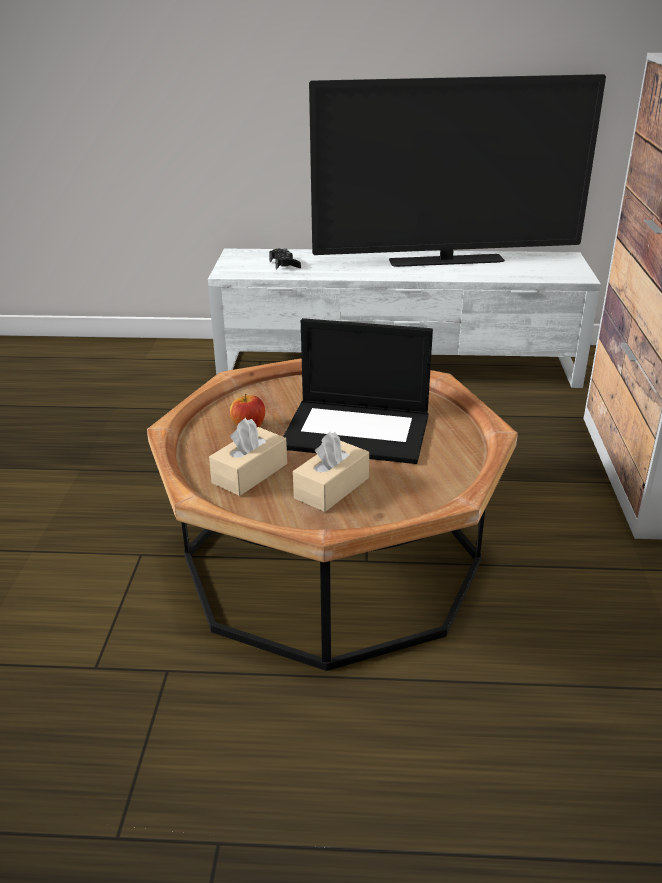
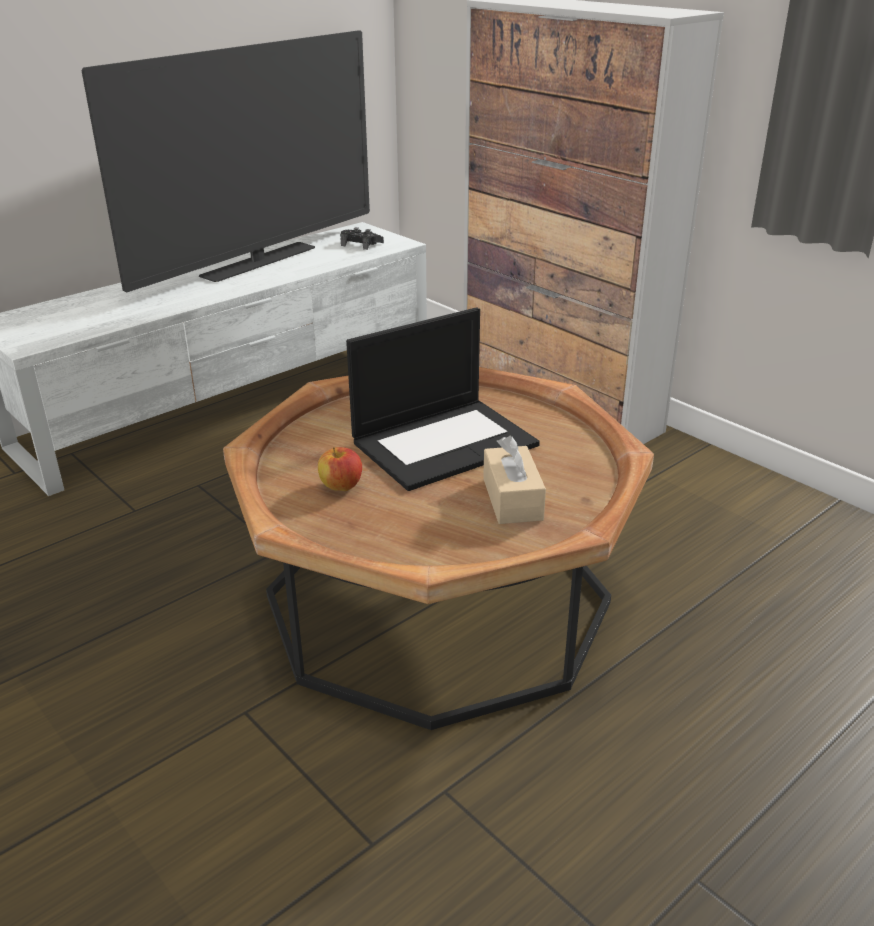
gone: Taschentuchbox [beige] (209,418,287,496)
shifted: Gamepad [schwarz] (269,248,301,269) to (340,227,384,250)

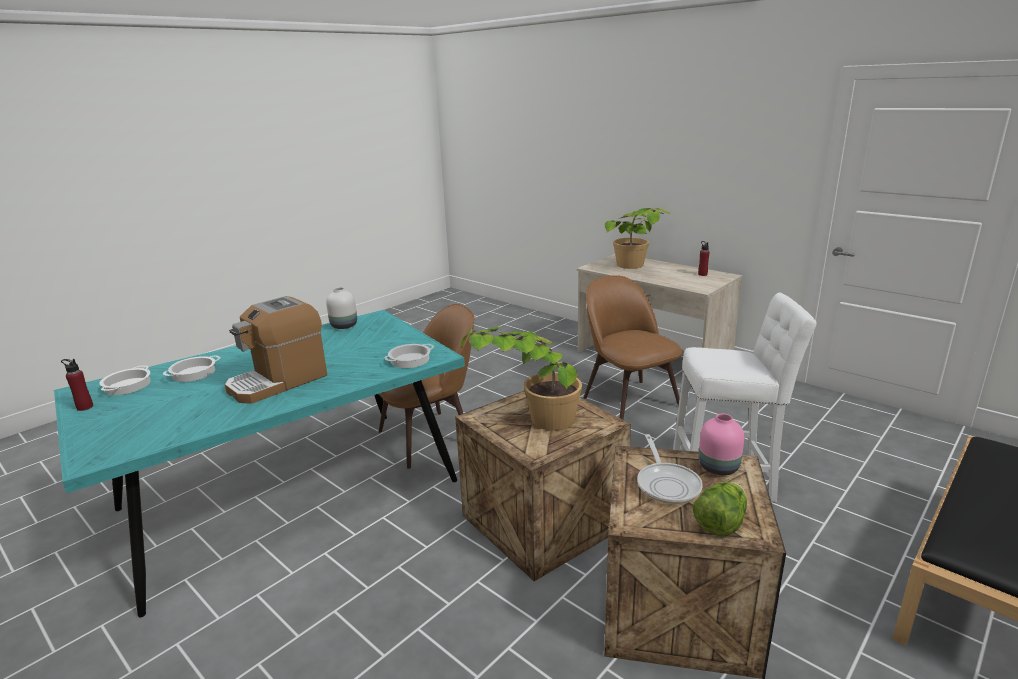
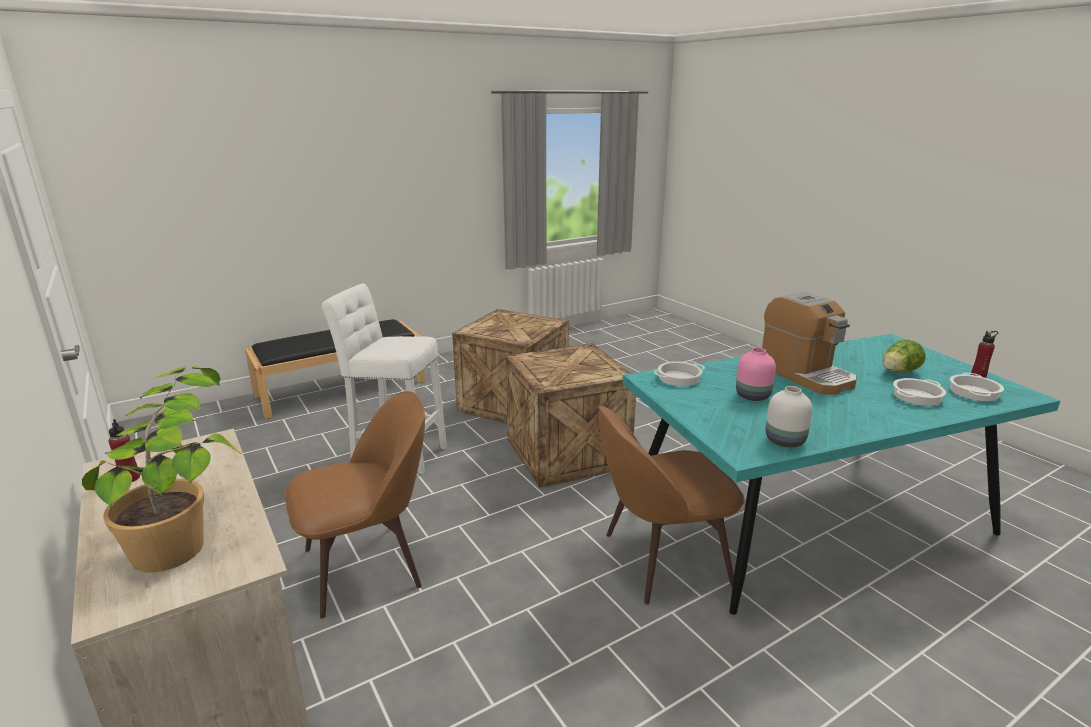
gone: Topfpflanze (461,327,582,431); Pfanne (637,434,703,504)
shifted: Vase [rosa] (699,413,744,475) to (736,347,776,401); Salatkopf (693,482,747,536) to (883,340,926,372)
rotated: Stuhl [braun] (583,275,683,420) = (284,391,425,619) 105 degrees counterclockwise; Kaffeemaschine (225,296,327,404) = (762,292,857,395) 90 degrees clockwise

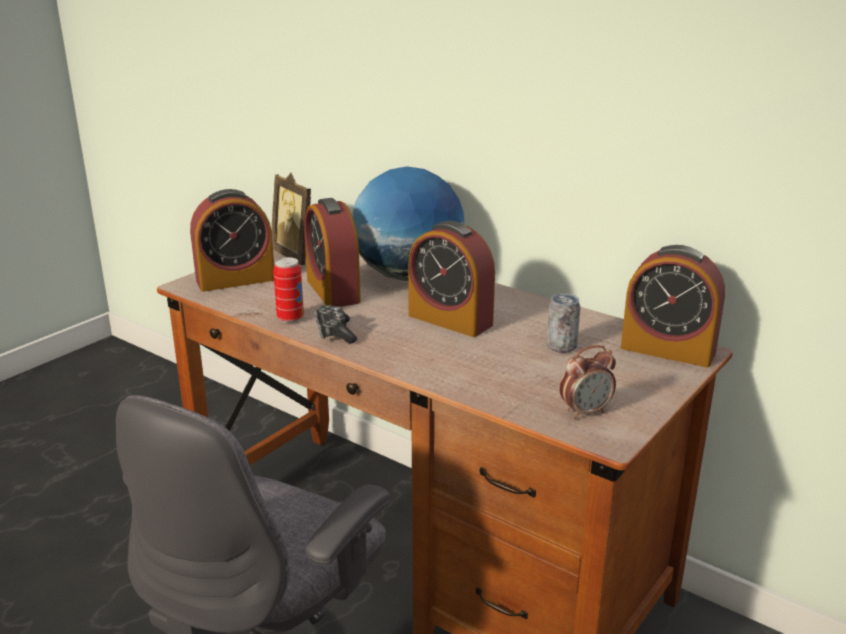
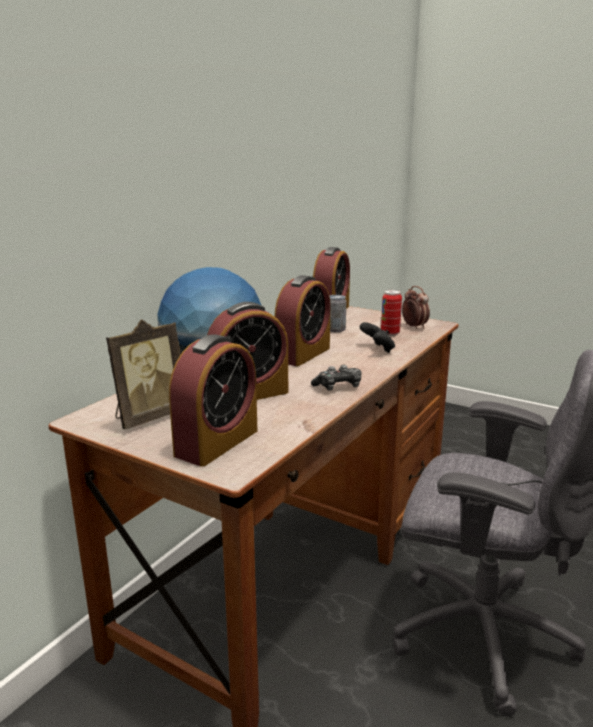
new: Gamepad [schwarz] (360,322,395,353)
shifted: Dose (273,257,304,323) to (381,290,402,336)
rotated: Wecker (190,189,274,292) = (169,334,257,467) 60 degrees clockwise

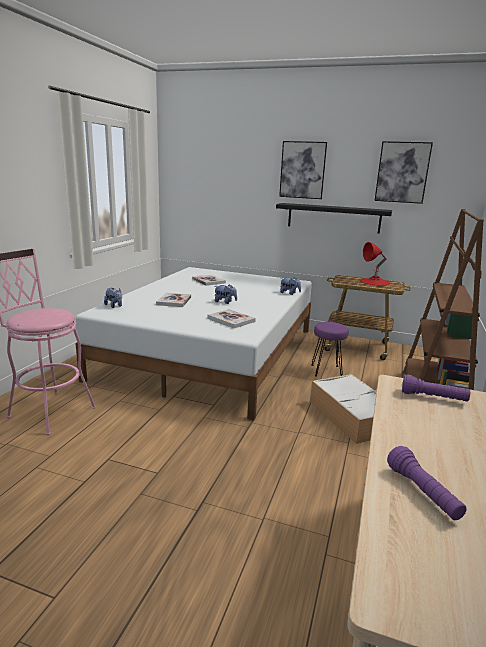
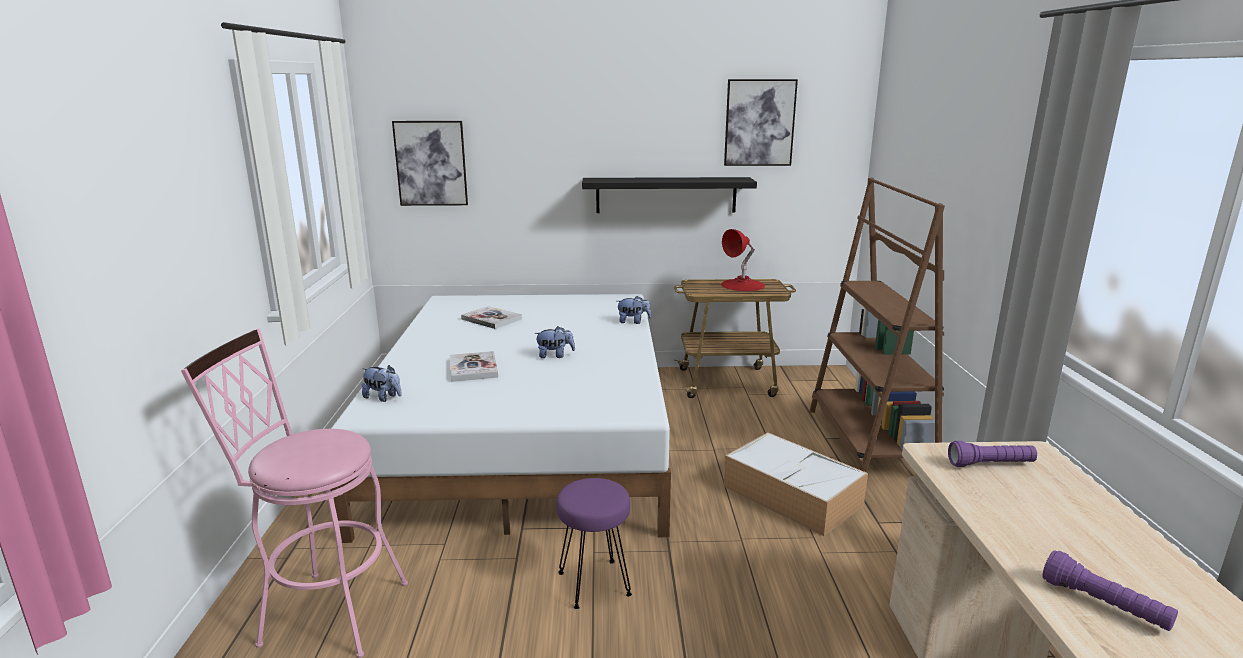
gone: Buch (208,309,256,328)
shifted: Bild (279,141,327,199) to (392,121,468,206); Hocker [lila] (311,322,349,377) to (557,478,632,609)

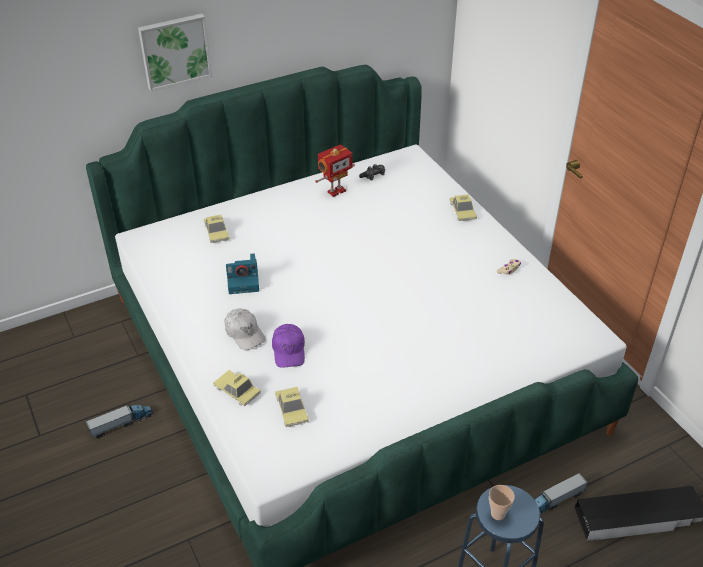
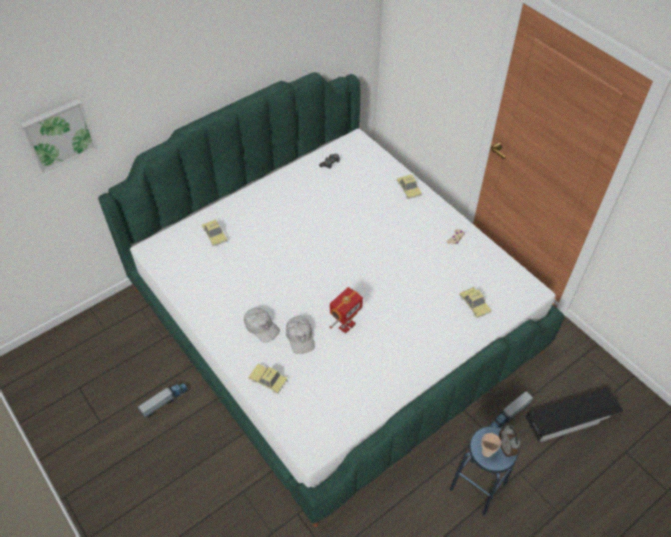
gone: Kamera (226,254,259,294)
new: Wecker (499,425,521,457)
shifted: Bild (138,14,212,91) to (20,99,97,173); Spielzeugroboter (315,144,355,197) to (329,287,363,334); Spielzeugauto (275,387,309,427) to (459,287,492,318)
repainted: Kappe [lila] (272,324,305,368) to Kappe [weiß] (286,316,315,354)

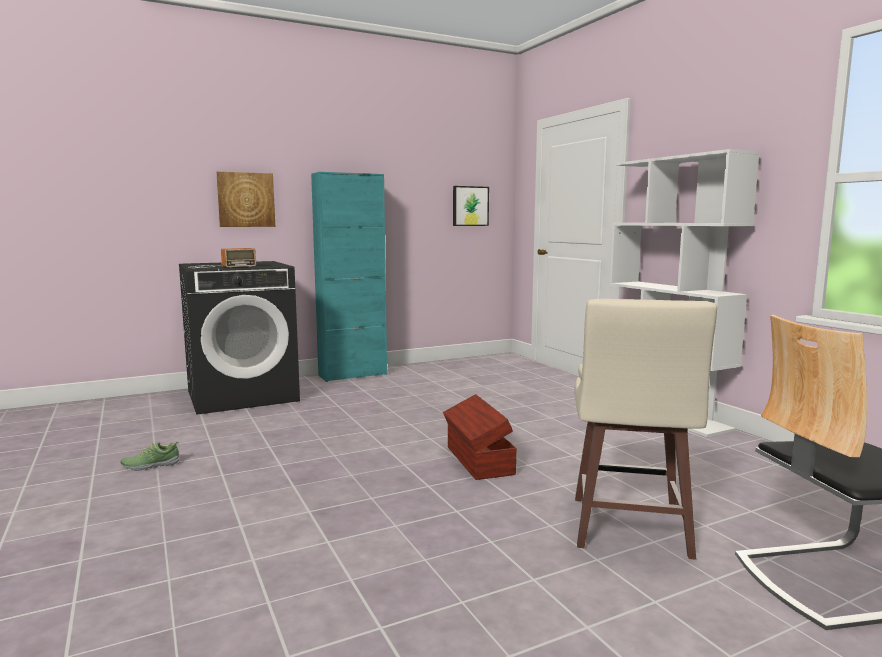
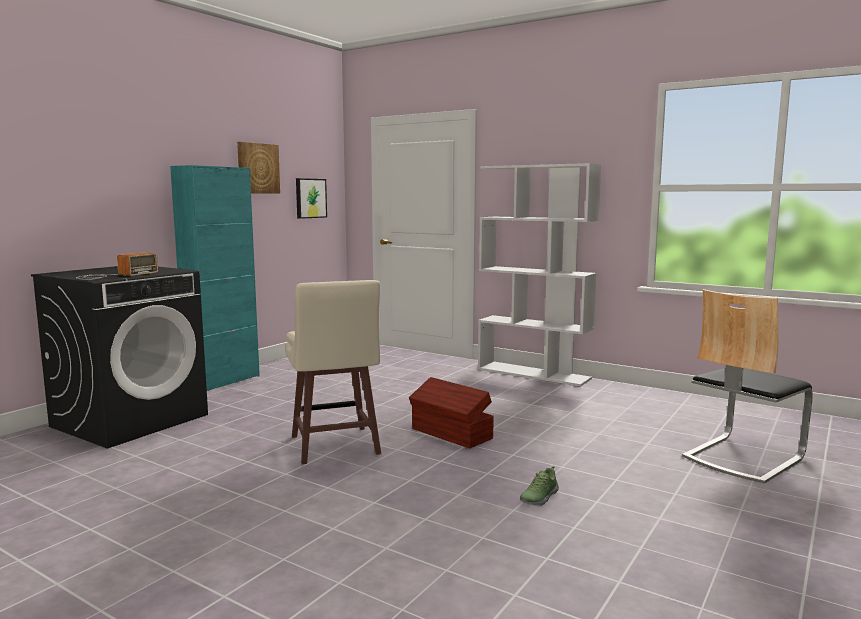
shifted: Bild (216,172,275,227) to (237,142,280,194); Hocker [beige] (575,299,717,560) to (285,280,381,464); Schuh (120,442,180,471) to (520,466,559,506)

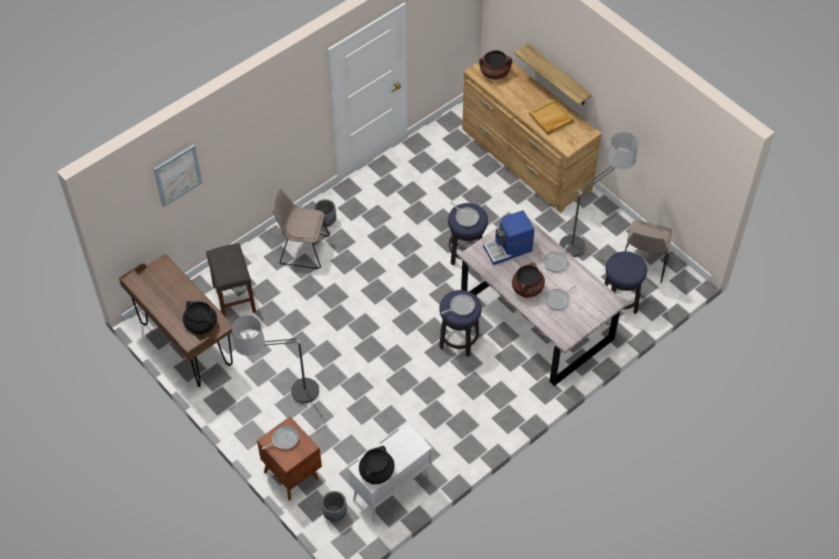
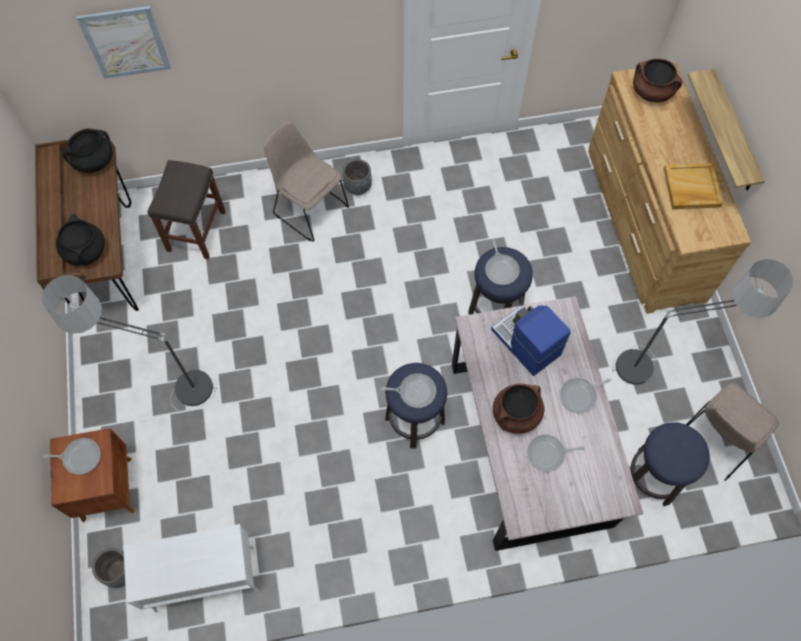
shifted: Kochtopf [schwarz] (359,446,395,485) to (62,128,113,173)
rotated: Kaffeemaschine (483,210,534,265) = (491,305,571,376) 45 degrees clockwise

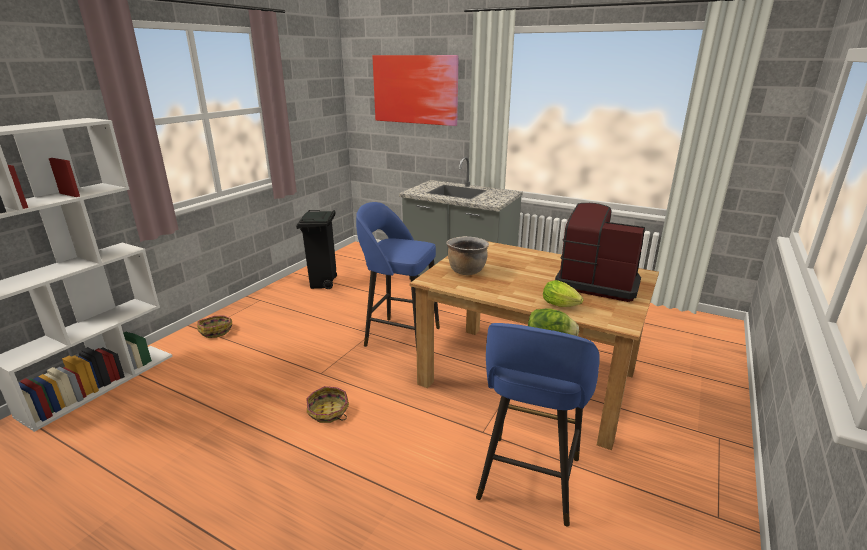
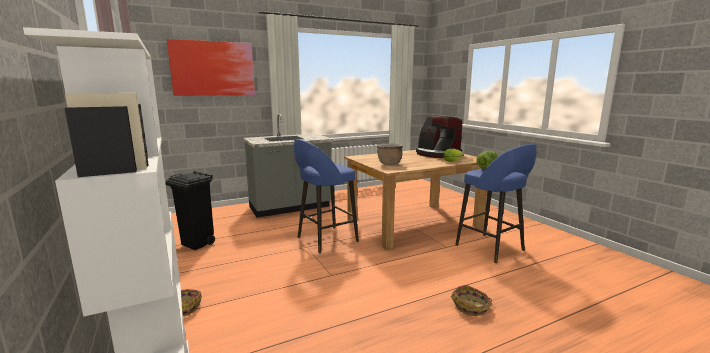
shifted: Korb (306,386,349,423) to (451,285,492,316)
rotated: Kaffeemaschine (555,203,645,302) = (416,115,463,158) 105 degrees counterclockwise

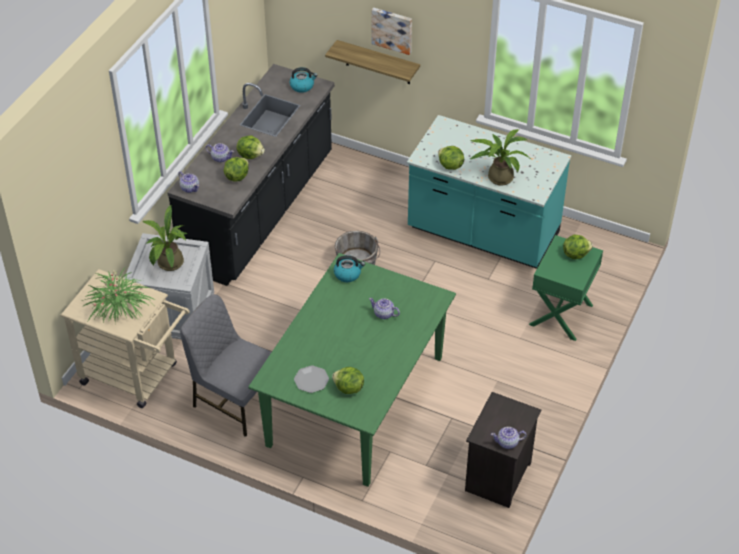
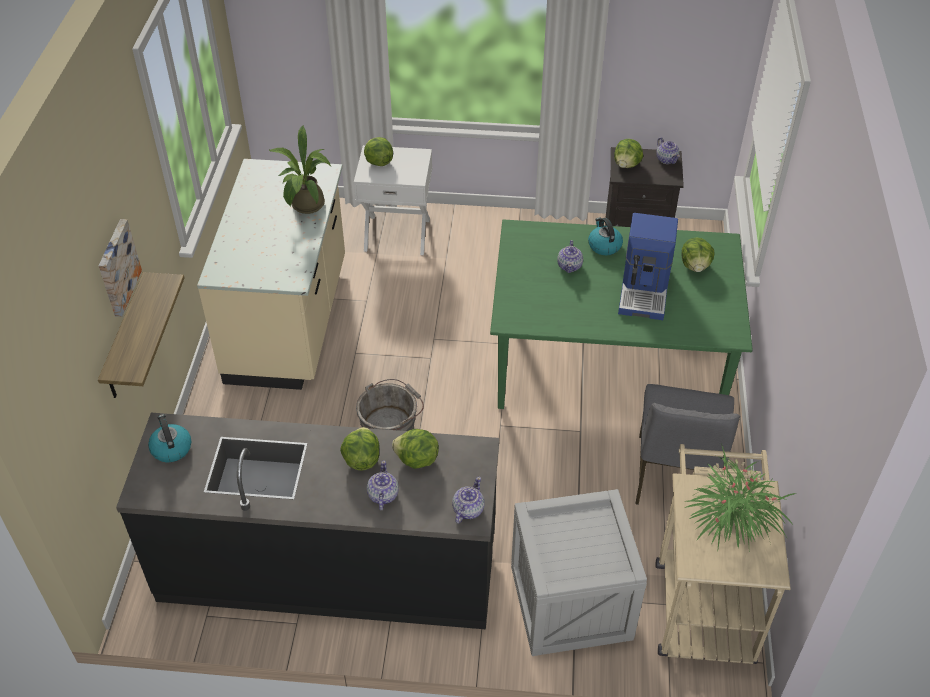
gone: Topfpflanze (143,205,187,271); Teller (294,365,329,393)
new: Kaffeemaschine (618,213,678,320)
shifted: Salatkopf (438,146,464,170) to (614,139,643,168); Wasserkessel (334,255,365,282) to (588,218,623,255)
repainted: Küchenzeile [türkis] (407,115,571,269) to Küchenzeile [beige] (197,159,345,390); Nachttisch [grün] (529,235,603,341) to Nachttisch [weiß] (354,145,432,255)

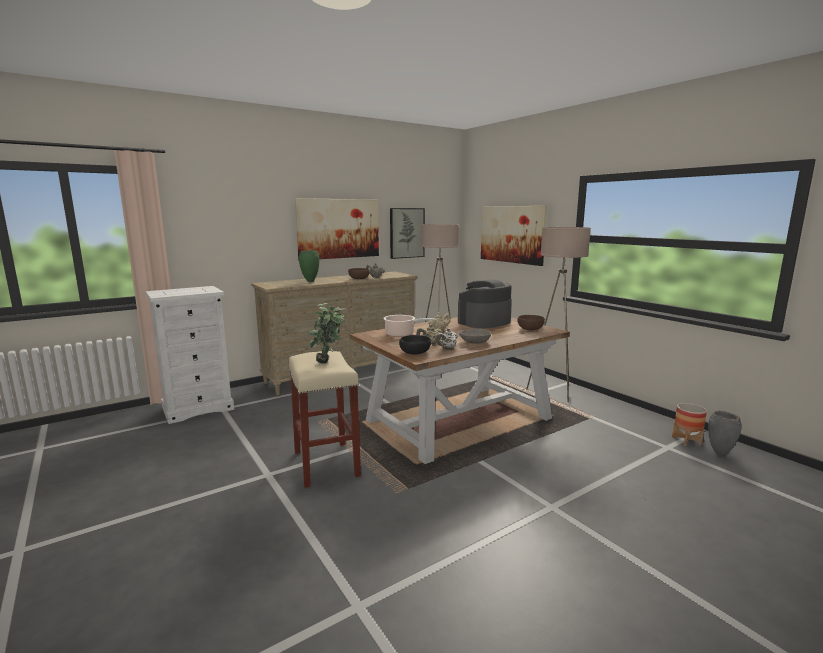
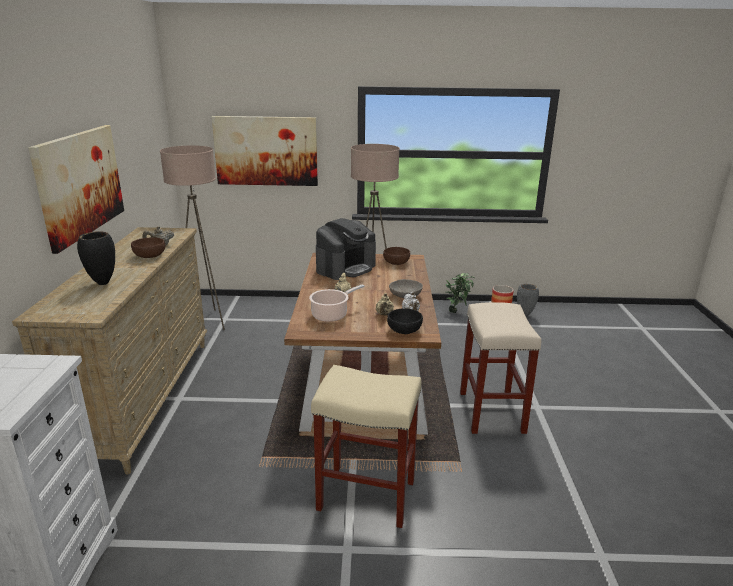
gone: Bild (390,208,425,259)
new: Hocker [beige] (460,302,541,434)
shifted: Topfpflanze (308,303,345,363) to (445,273,475,313)
repainted: Vase [grün] (299,250,320,282) to Vase [schwarz] (77,231,115,285)
rotated: Kaffeemaschine (458,279,512,328) = (316,218,376,280) 135 degrees counterclockwise

